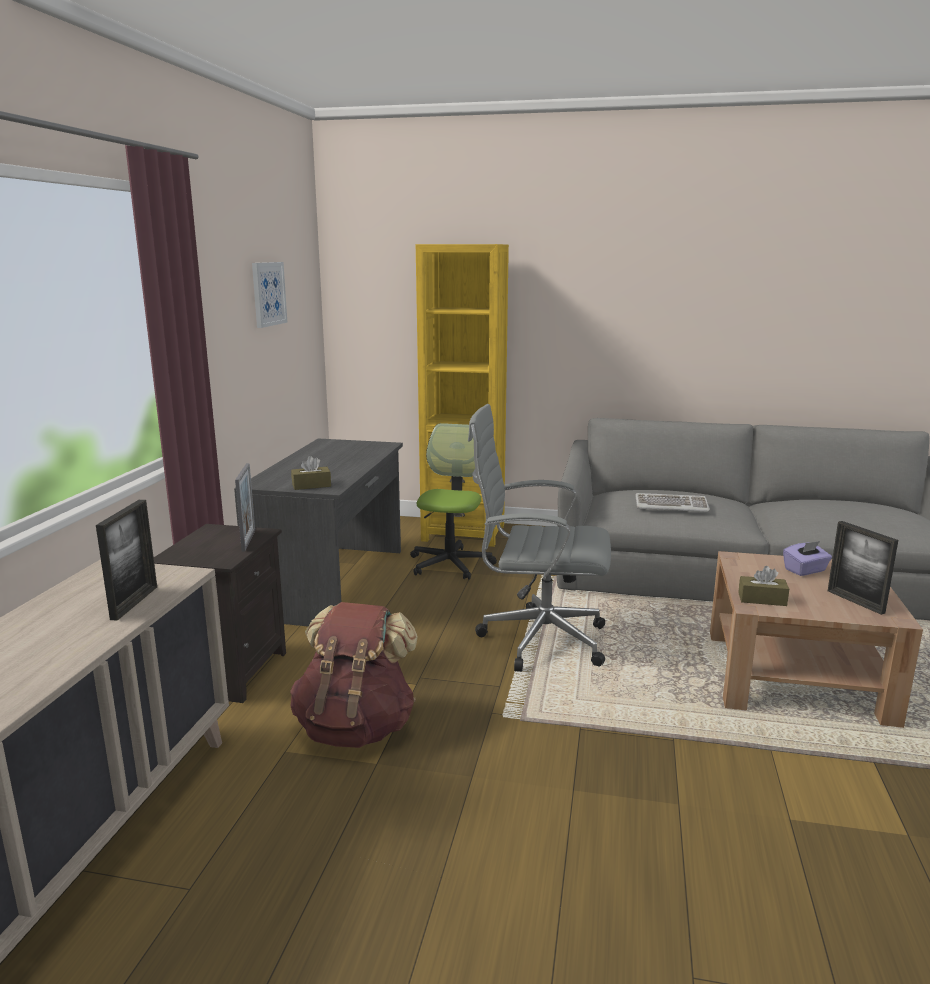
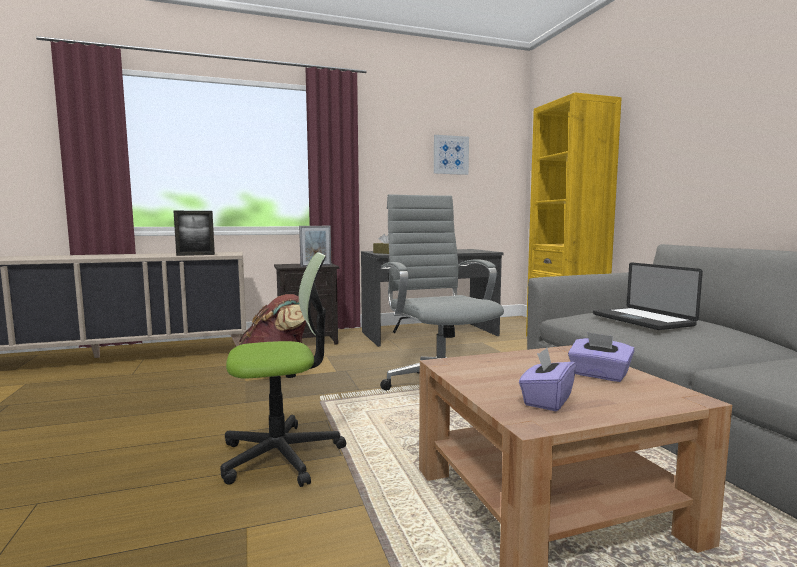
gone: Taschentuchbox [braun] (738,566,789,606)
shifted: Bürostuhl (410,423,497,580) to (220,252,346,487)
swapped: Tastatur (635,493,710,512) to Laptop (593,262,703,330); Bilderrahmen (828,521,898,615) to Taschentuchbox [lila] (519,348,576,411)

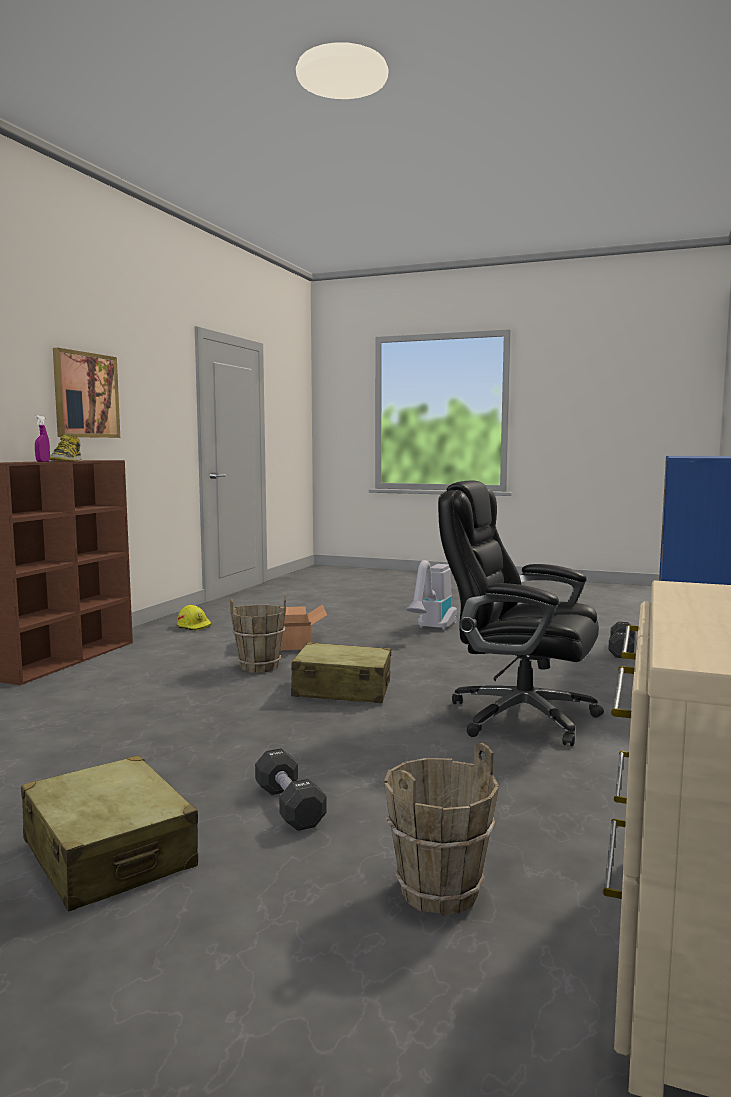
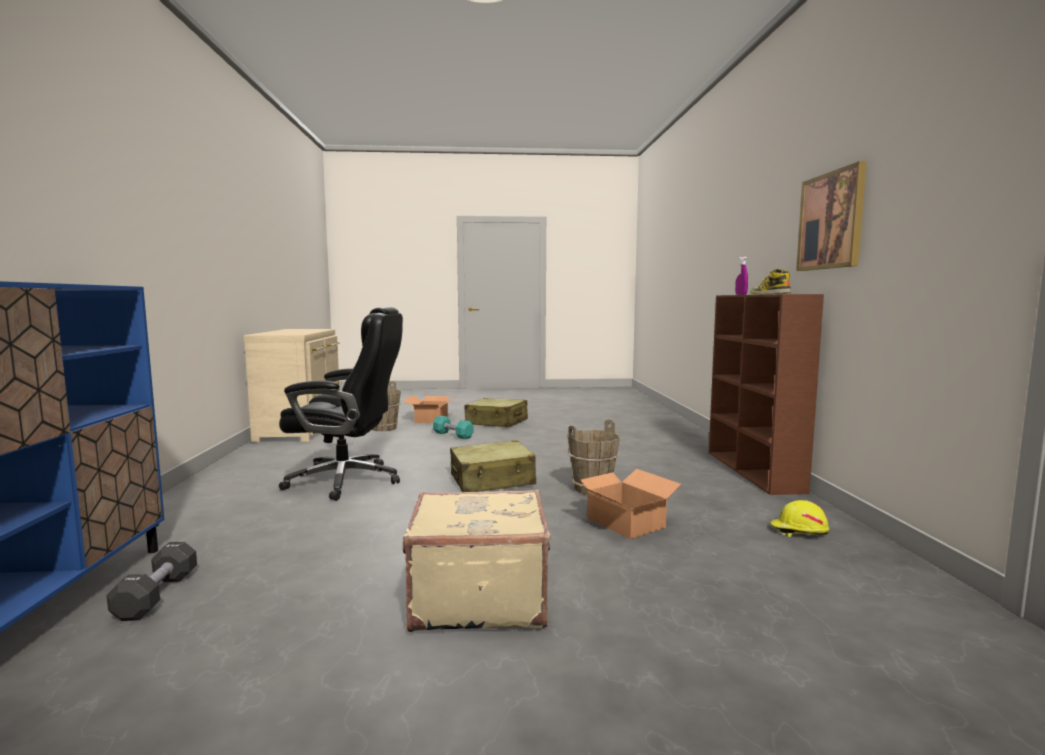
new: Karton (403,395,458,423)
swapped: Staubsauger (406,560,457,630) to Koffer [beige] (403,490,550,632)
repainted: Hantel [schwarz] (255,748,327,831) to Hantel [türkis] (433,416,474,439)

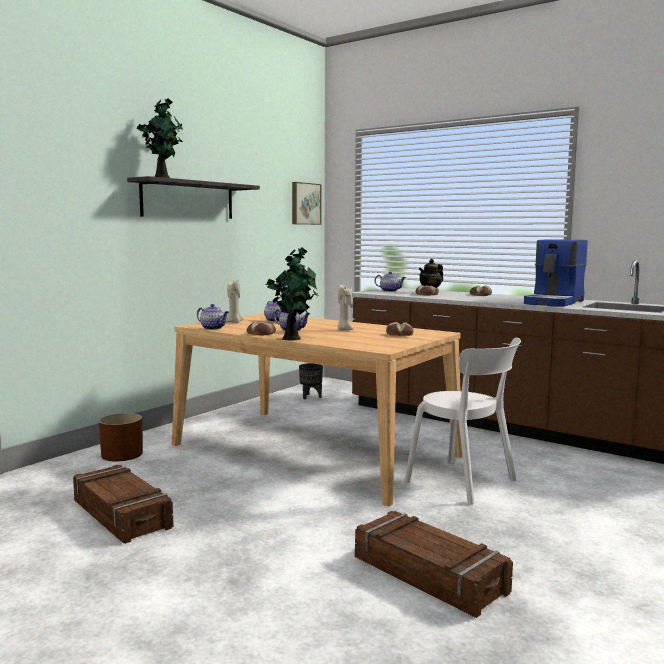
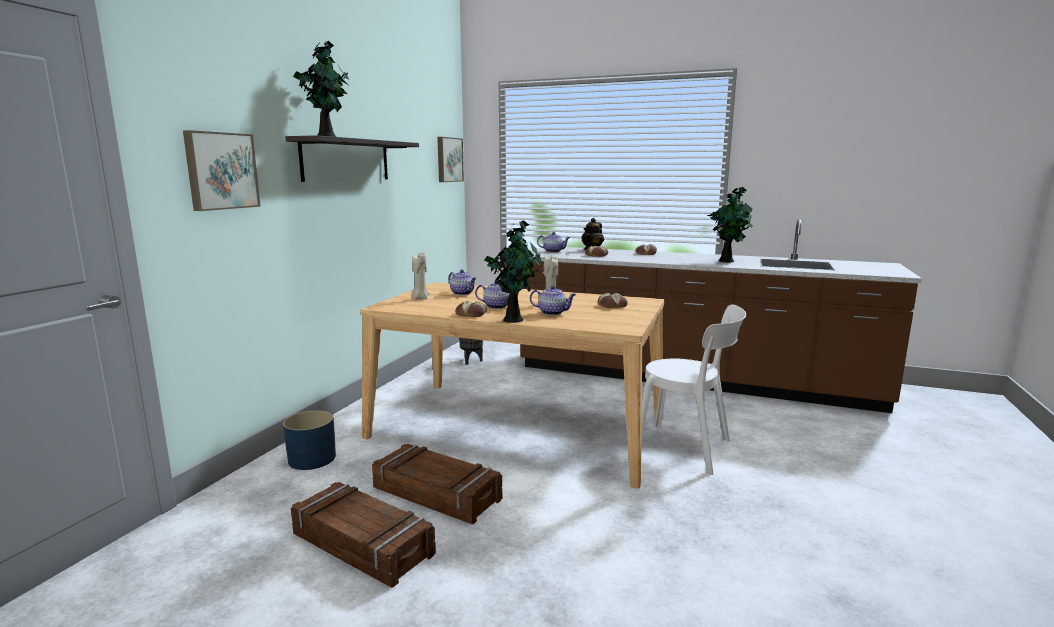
new: Bild (183,130,261,211)
shifted: Teekanne (197,304,229,330) to (530,286,576,315); Kiste (355,511,513,618) to (372,444,502,524)
swapped: Kaffeemaschine (524,239,588,307) to Topfpflanze (707,187,753,262)
repainted: Pflanzkübel [braun] (99,413,143,461) to Pflanzkübel [blau] (283,410,336,470)

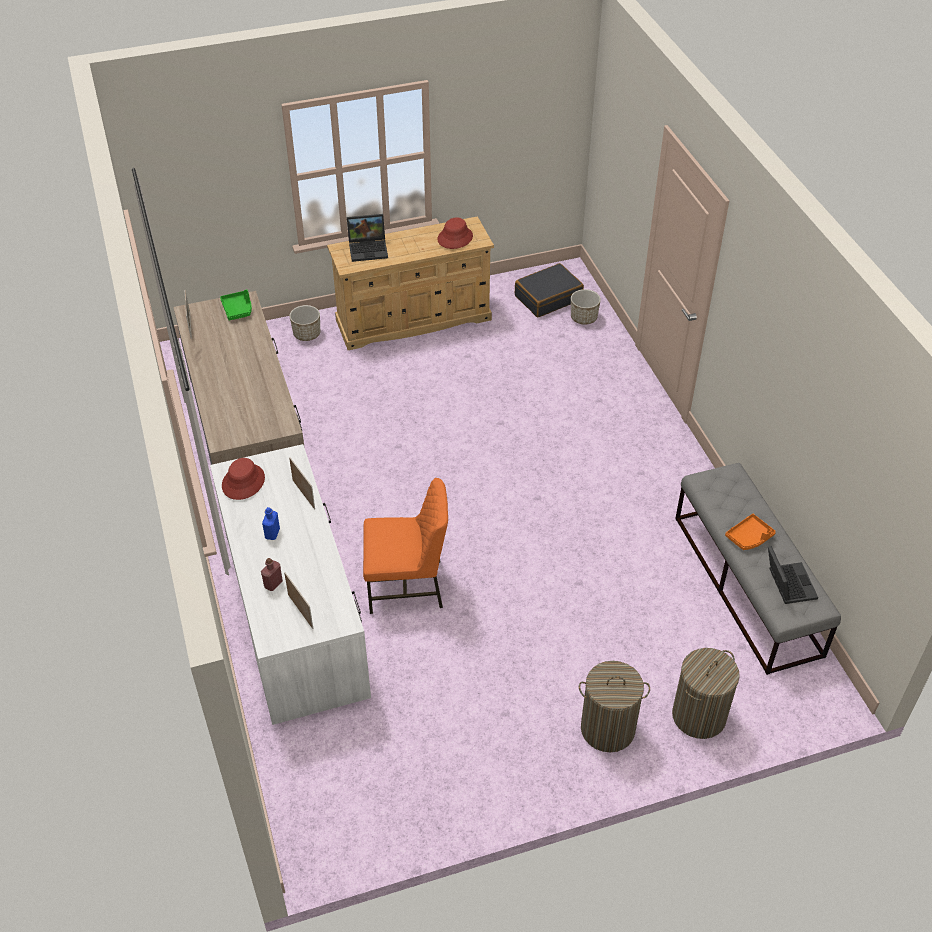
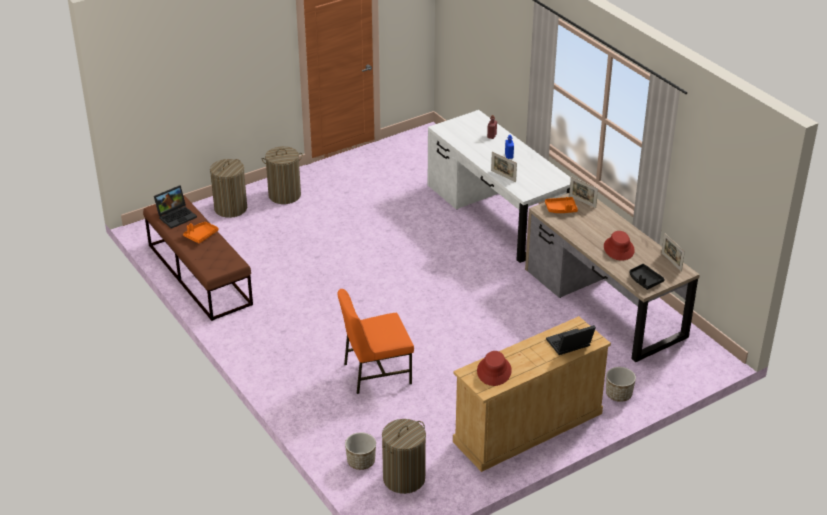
new: Tablett [orange] (545,197,578,213)
shifted: Hut [rot] (222,458,265,500) to (604,231,635,261); Stuhl [orange] (363,478,448,614) to (337,289,414,394); Bilderrahmen (284,572,313,629) to (569,177,598,208)
swapped: Koffer [schwarz] (515,263,584,317) to Wäschekorb (382,419,426,494)
repainted: Tablett [grün] (220,289,252,320) to Tablett [schwarz] (629,264,665,290); Bank [grau] (675,463,841,675) to Bank [braun] (143,195,253,321)
rotated: Laptop (768,546,818,604) = (154,185,197,229) 105 degrees counterclockwise

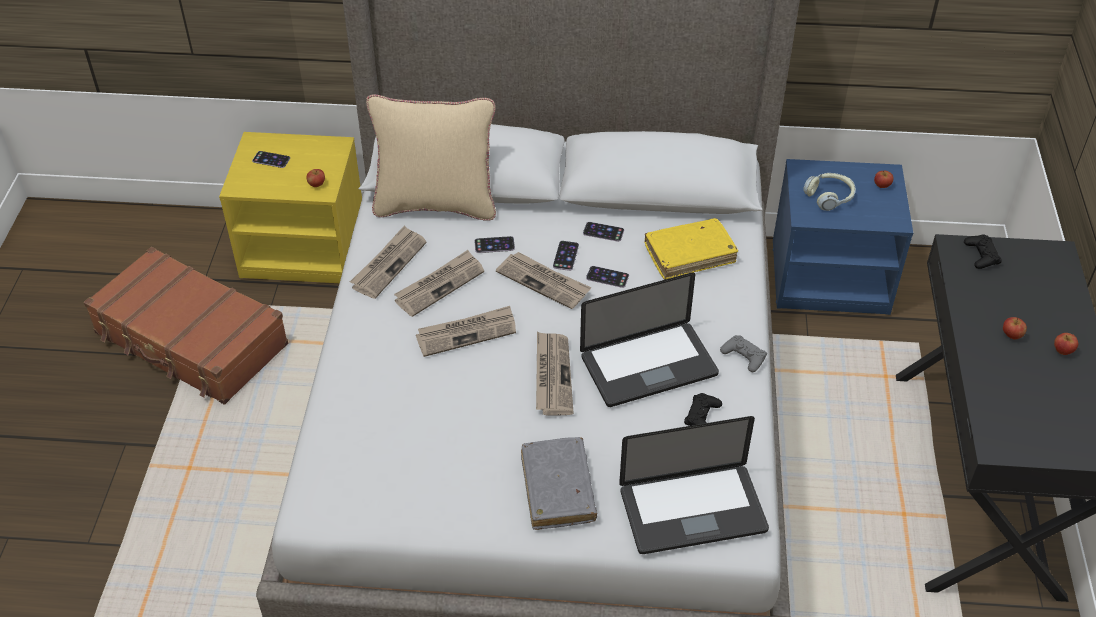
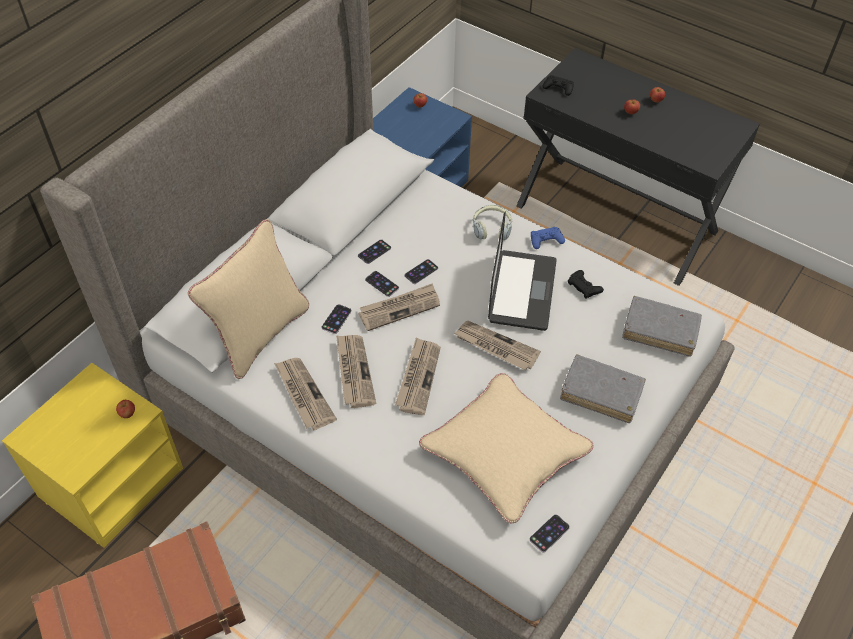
gone: Buch [gelb] (644,218,738,279)
new: Kissen [beige] (419,373,594,523)
shifted: Handy (252,151,290,168) to (529,515,570,552); Kopfhörer (803,173,856,211) to (473,205,512,240)
swapped: Laptop (619,416,769,554) to Buch [grau] (622,296,702,357)
repainted: Gamepad [grau] (720,335,767,372) to Gamepad [blau] (531,227,565,249)

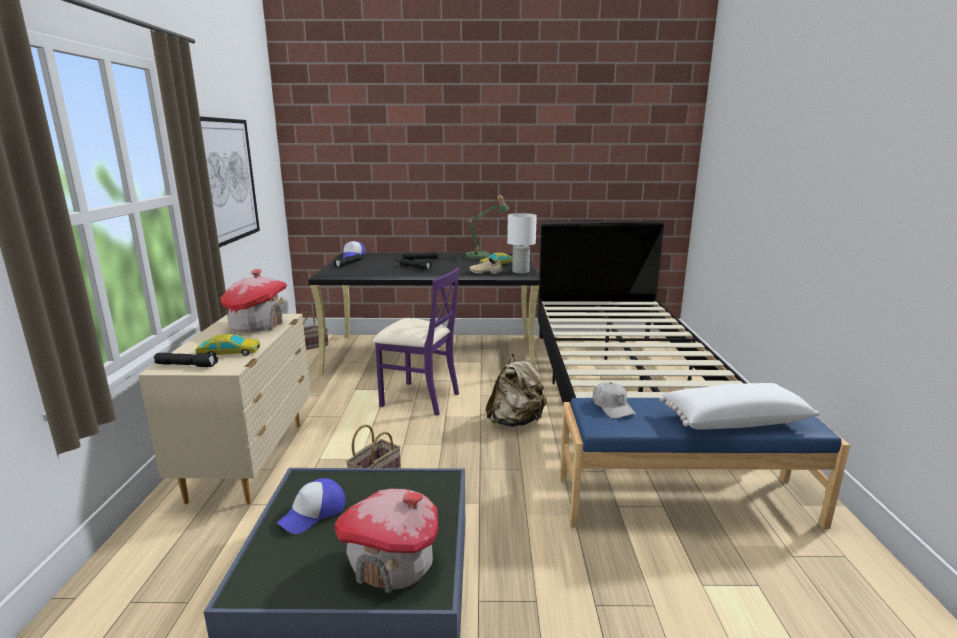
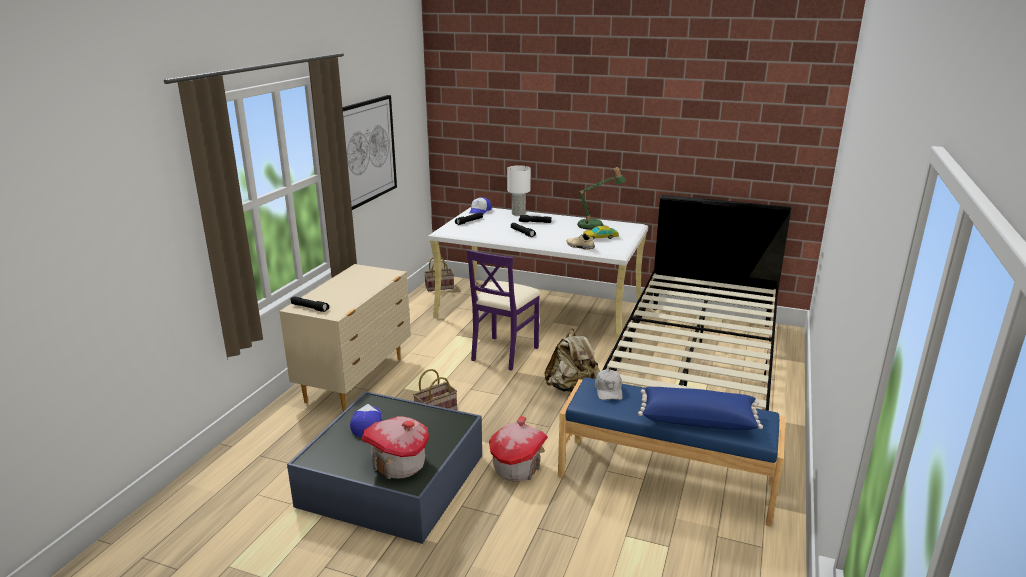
gone: Spielzeugauto (195,334,260,356)
shifted: Tischlampe [weiß] (507,213,537,274) to (507,165,531,216); Spielzeughaus (220,269,287,333) to (489,416,548,482)
repainted: Schreibtisch [schwarz] (308,253,540,376) to Schreibtisch [weiß] (428,207,648,342); Kissen [weiß] (659,383,819,429) to Kissen [blau] (638,387,763,430)
rotated: Stuhl [lila] (373,267,460,416) = (467,249,541,371) 75 degrees clockwise; Kappe (277,478,346,534) = (350,404,382,437) 120 degrees clockwise

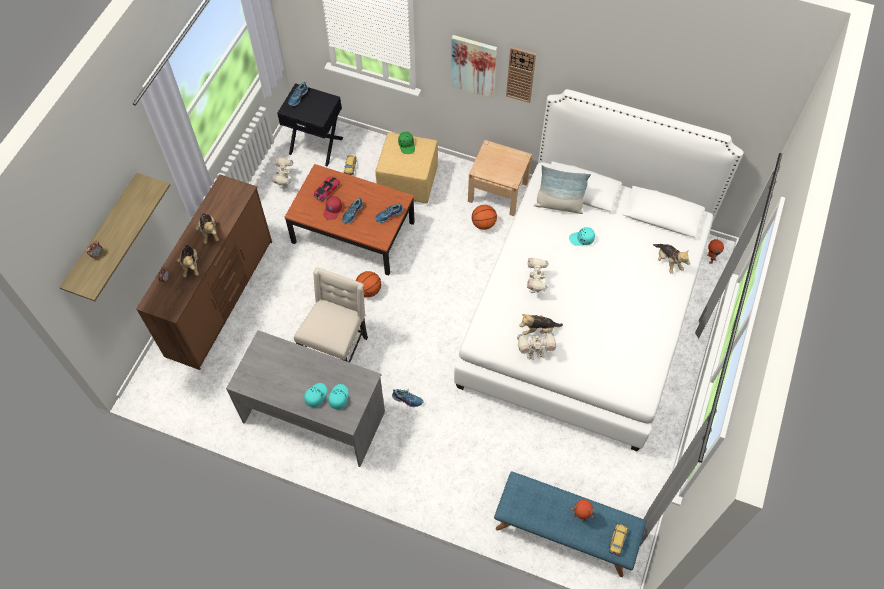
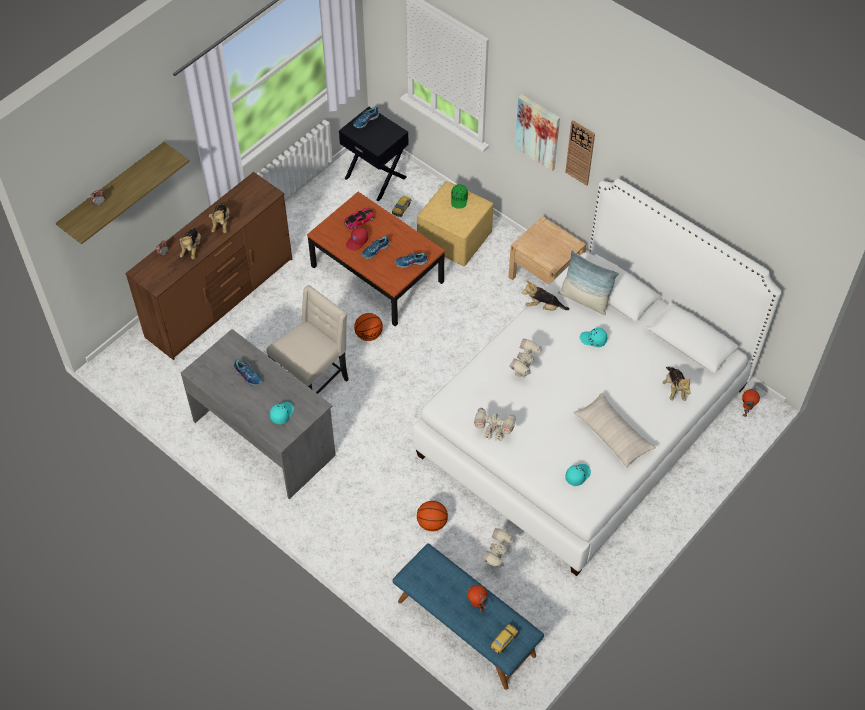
new: Kissen [beige] (574,393,656,468)
shifted: Spielzeugroboter (272,157,293,188) to (482,528,515,568); Basketball (472,205,497,230) to (417,501,448,531); Plüschtier (519,314,563,335) to (522,281,569,311); Kappe [türkis] (304,383,327,407) to (565,464,591,486); Schuh (392,389,424,407) to (233,359,263,385)

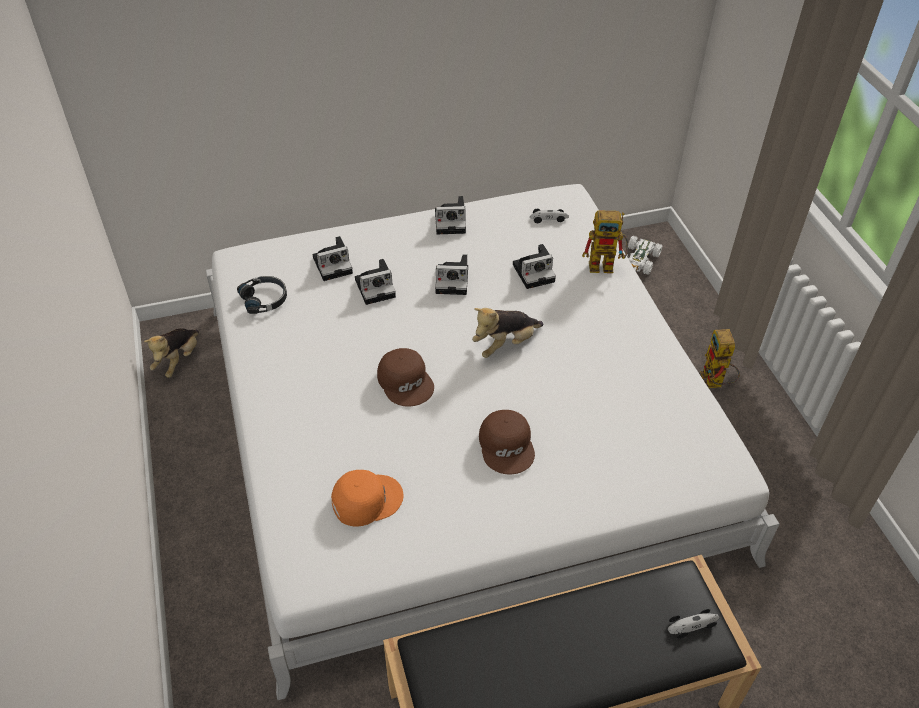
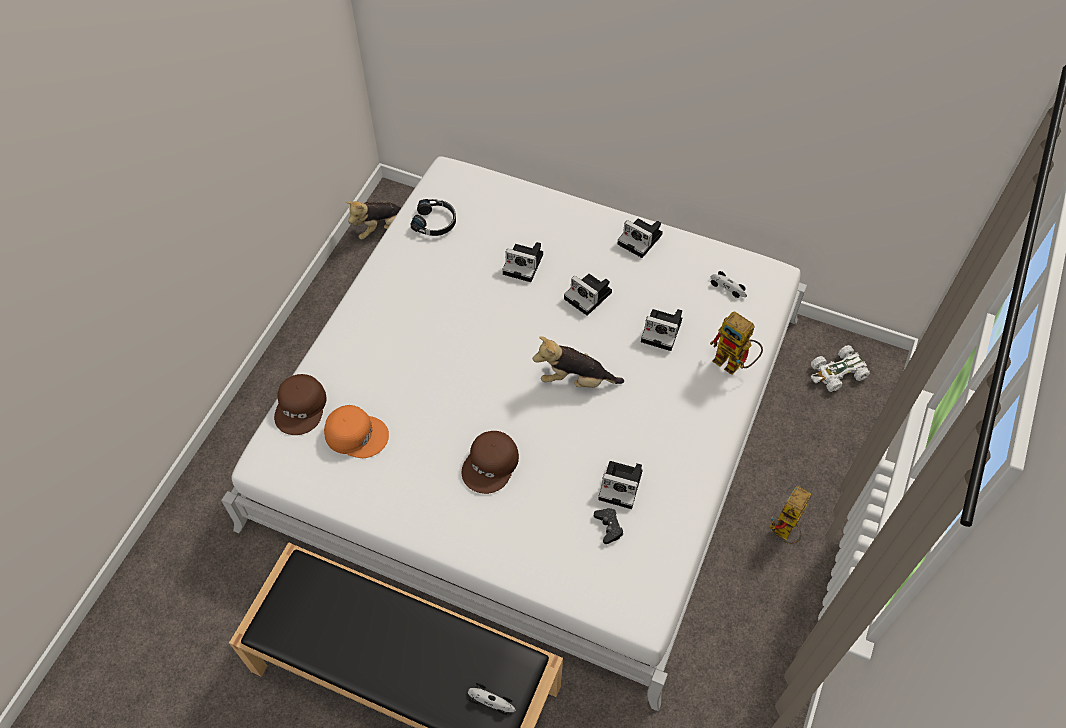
new: Gamepad [schwarz] (594,508,623,544)
shifted: Kamera (313,236,353,281) to (598,461,643,509); Kappe [braun] (377,348,434,407) to (274,374,327,435)

